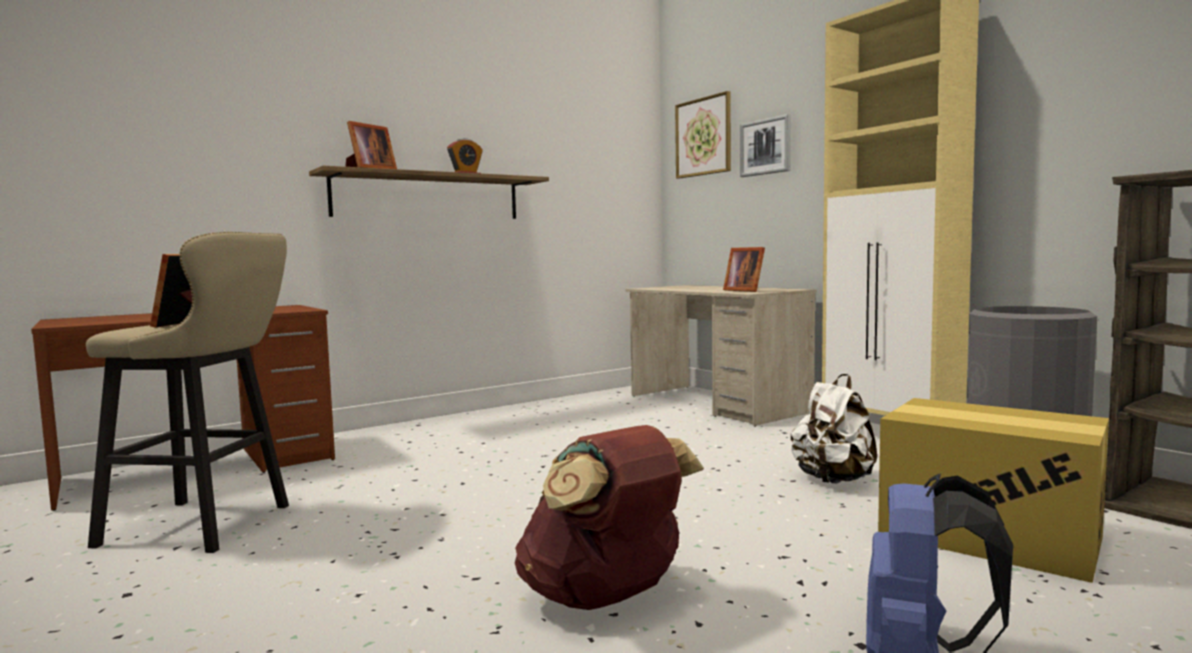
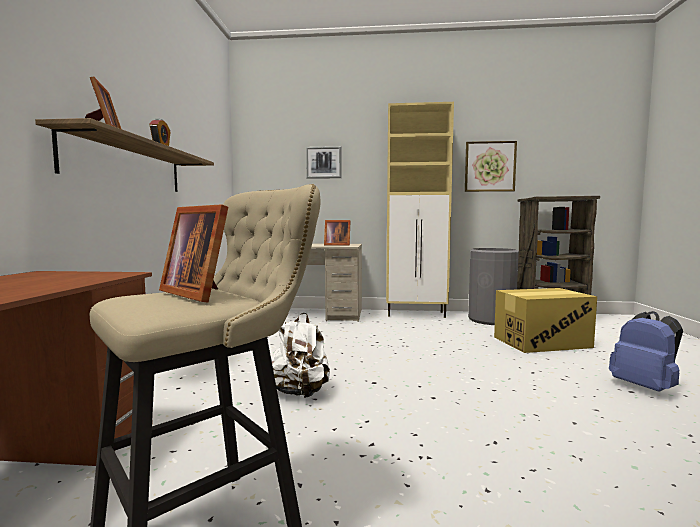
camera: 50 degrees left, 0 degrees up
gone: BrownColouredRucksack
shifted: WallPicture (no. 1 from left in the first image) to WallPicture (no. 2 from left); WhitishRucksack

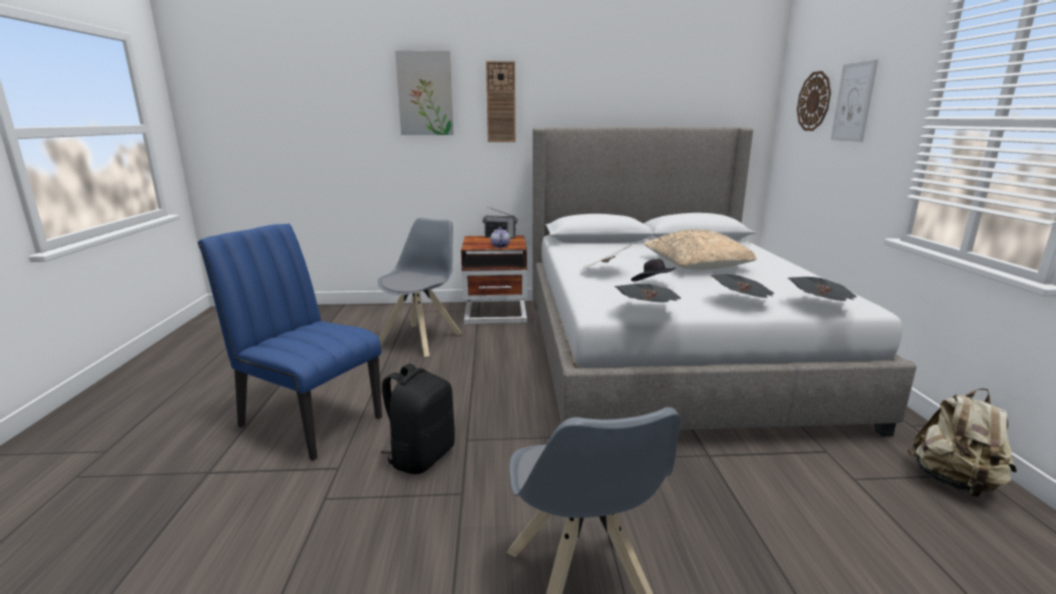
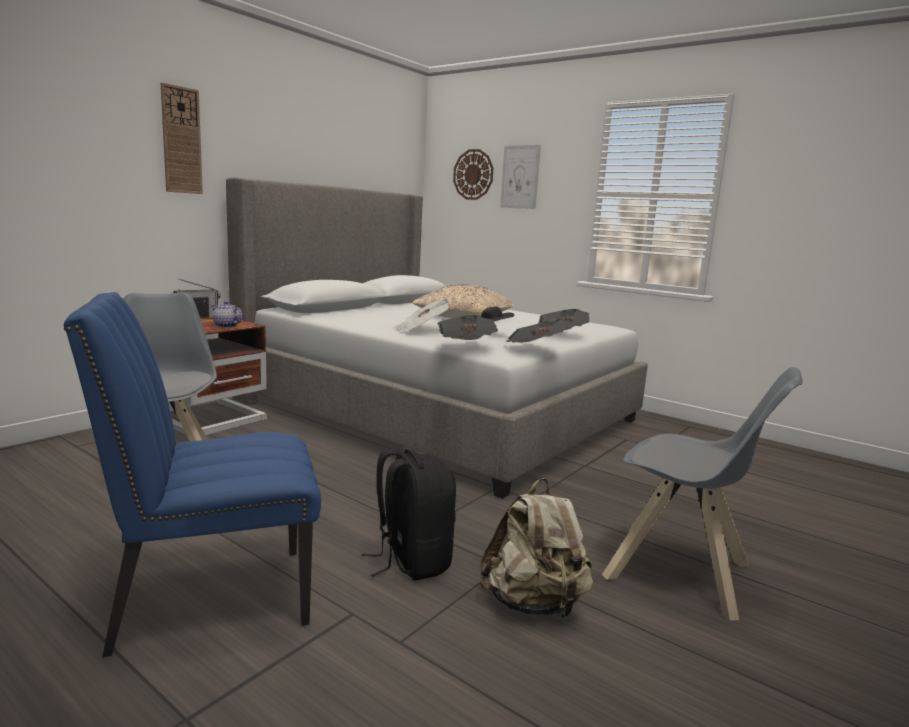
camera: 50 degrees left, 5 degrees down
gone: WallPicture (no. 1 from left)
shifted: Newspaper (no. 4 from left in the first image) to Newspaper (no. 2 from left); BeigeRucksack

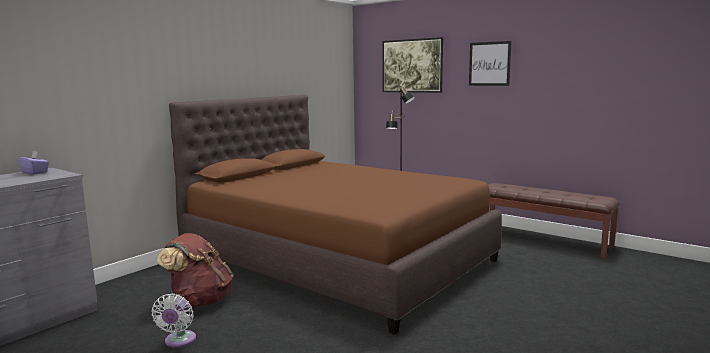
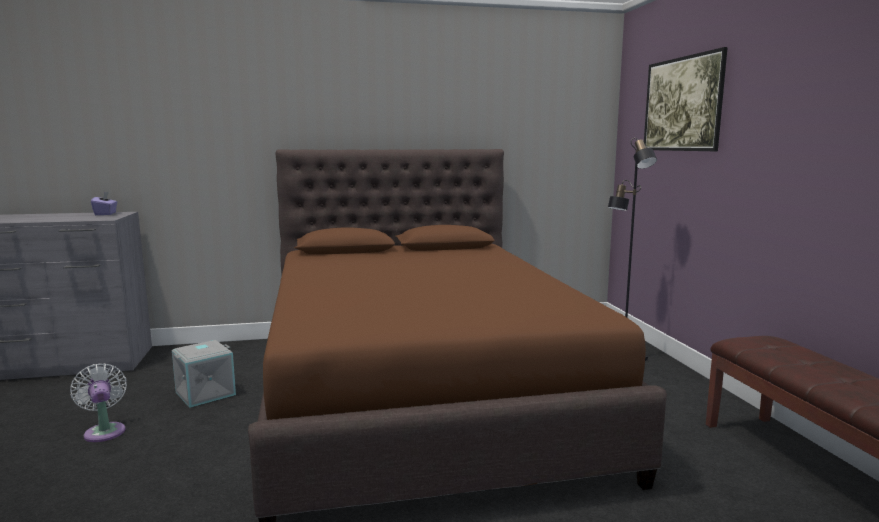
camera: 40 degrees right, 0 degrees up
gone: WallPicture (no. 2 from left)
swapped: BrownColouredRucksack to GreyishStorageBin
rotated: WhitishFan 105 degrees clockwise

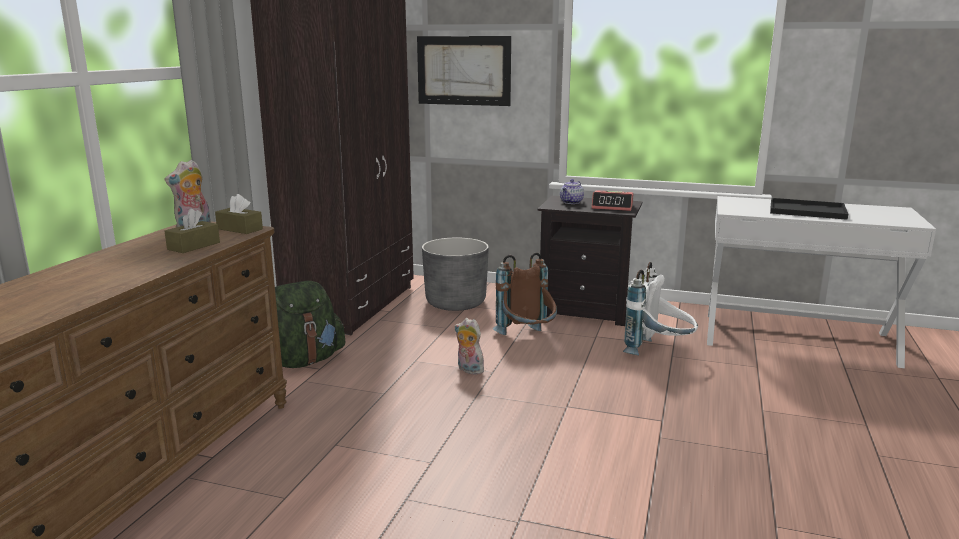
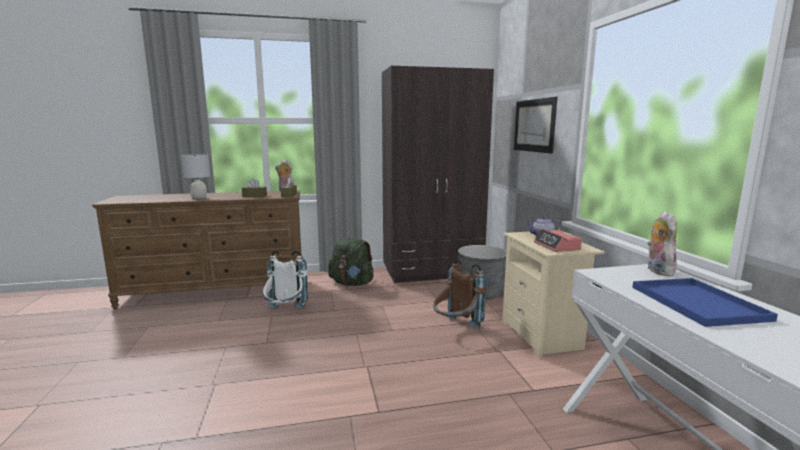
camera: 60 degrees right, 5 degrees down
new: GreyishTableLamp
shifted: CuddlyToy (no. 2 from left); WhitishRucksack
repainted: BlackishBedsideTable to BeigeBedsideTable; BlackishCarryingTray to BlueColouredCarryingTray

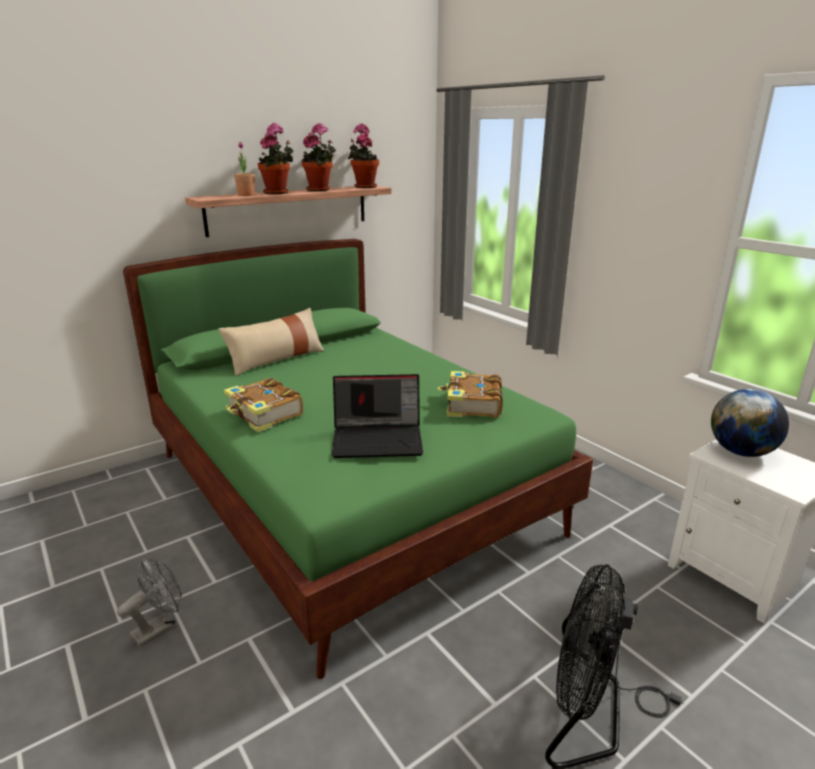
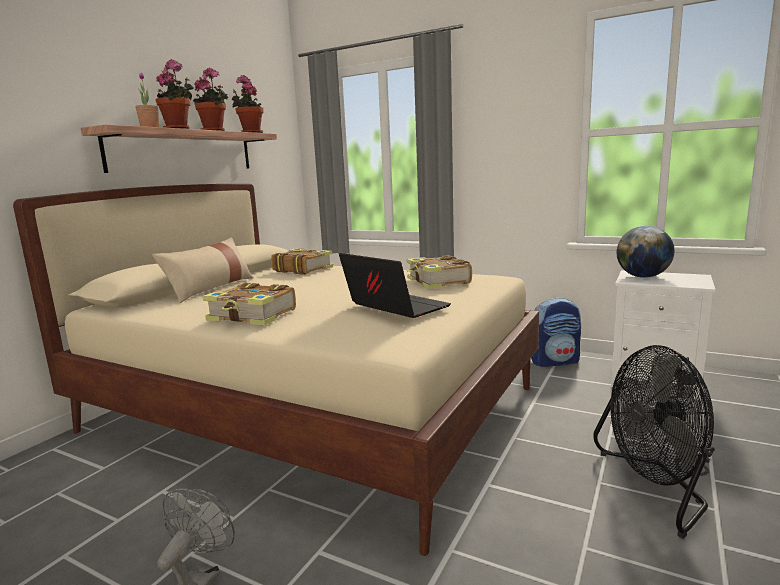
camera: 25 degrees left, 10 degrees down
new: Book (no. 2 from left); Rucksack
repainted: GreenBedroomBed to BeigeBedroomBed
rotated: NotebookComputer 105 degrees counterclockwise

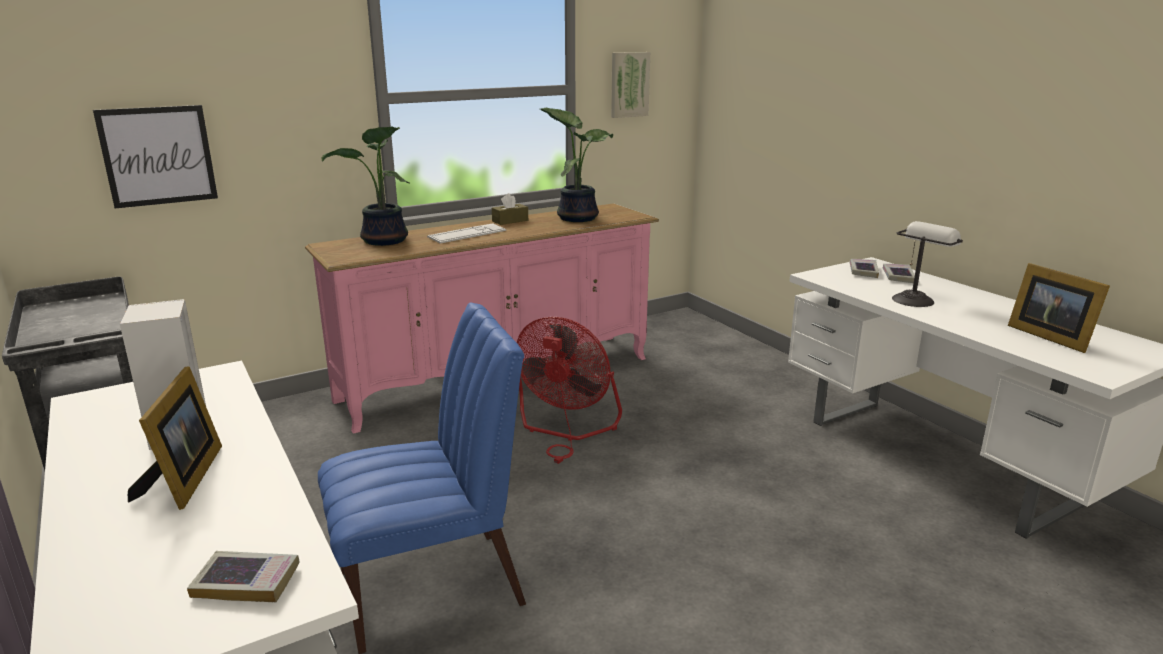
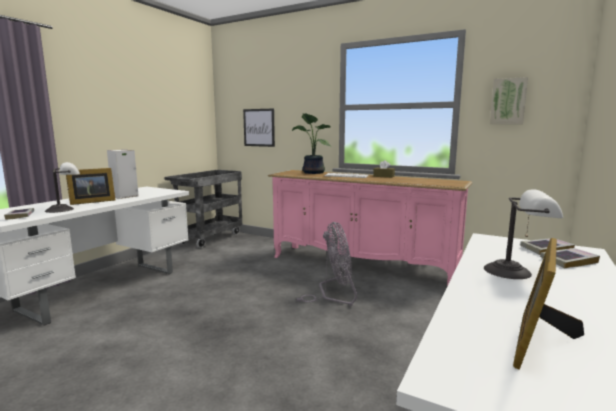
camera: 60 degrees right, 10 degrees down
gone: BlueColouredUprightChair; PlantInAPot (no. 2 from left)
new: TableLamp (no. 1 from left)
repainted: RedFan to GreyishFan

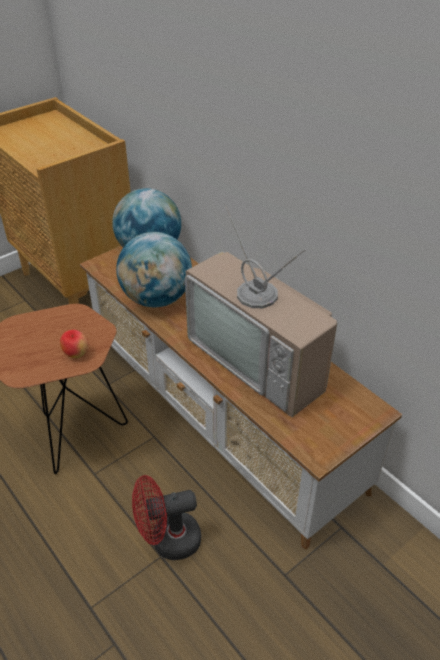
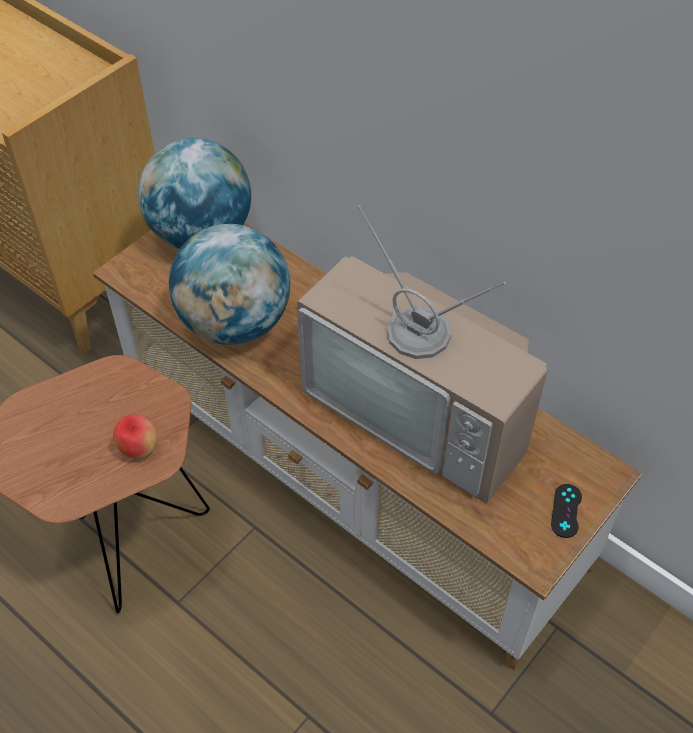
camera: 10 degrees left, 10 degrees up
gone: RedFan
new: BlackishGameController

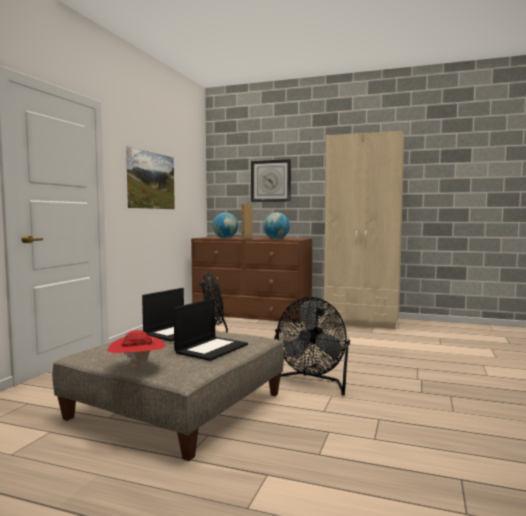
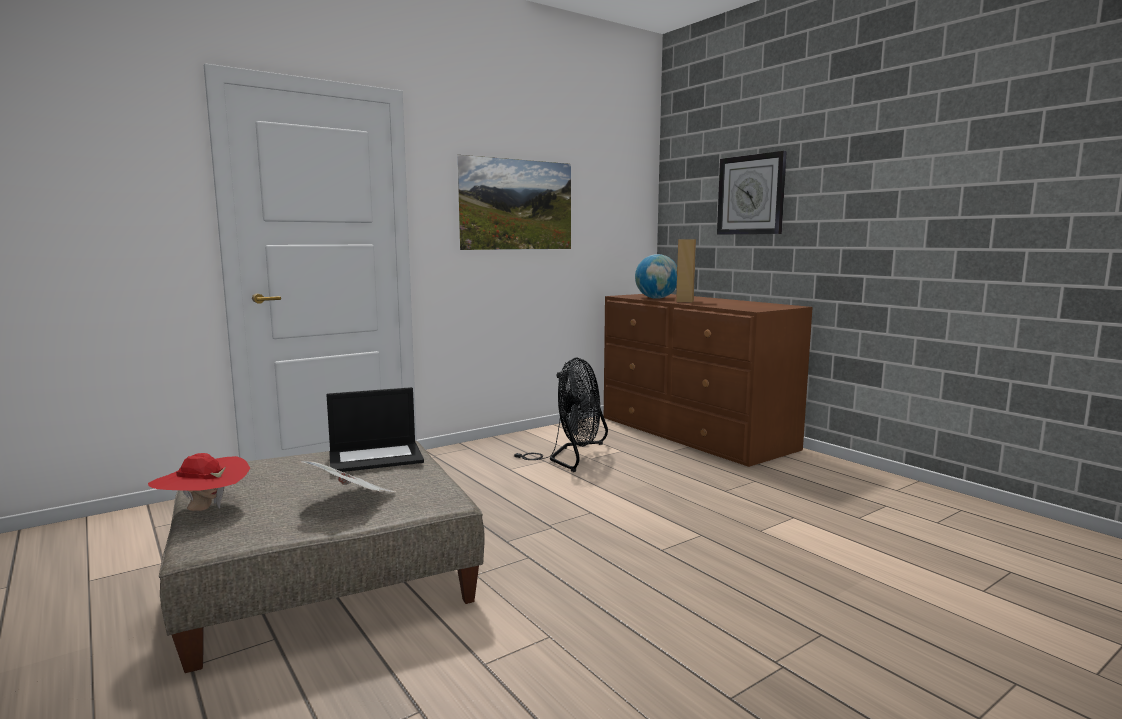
camera: 35 degrees right, 5 degrees up
gone: DeskGlobe (no. 2 from left); BlackishFan (no. 2 from left); BeigeWardrobe
swapped: NotebookComputer (no. 2 from left) to Newspaper

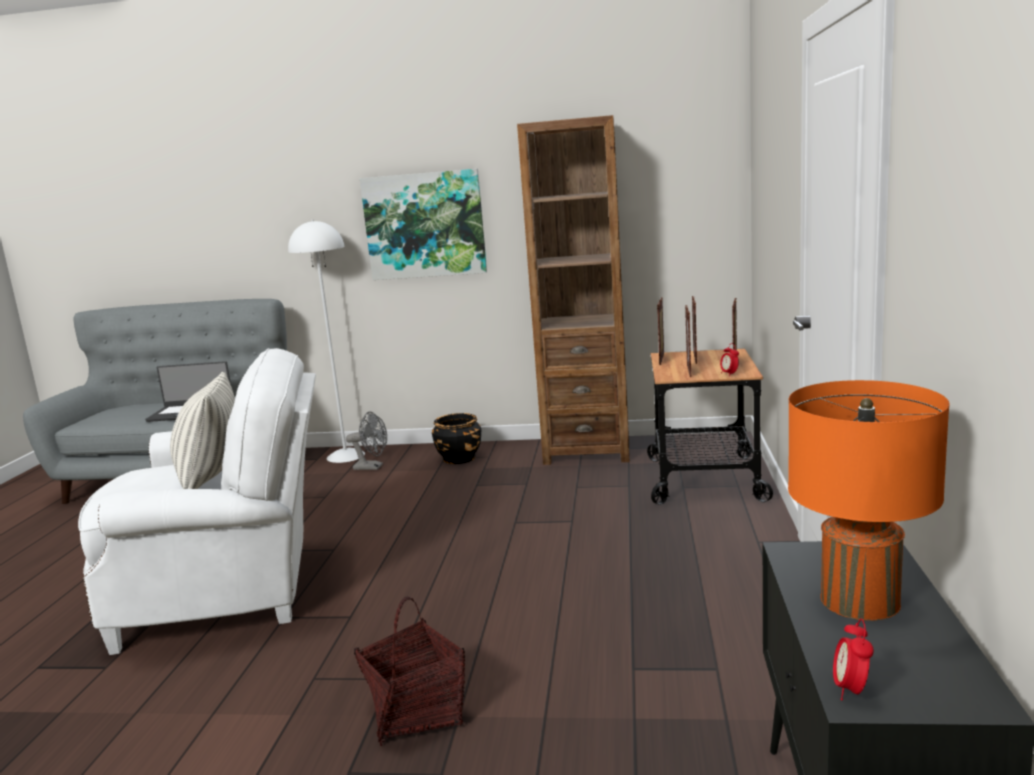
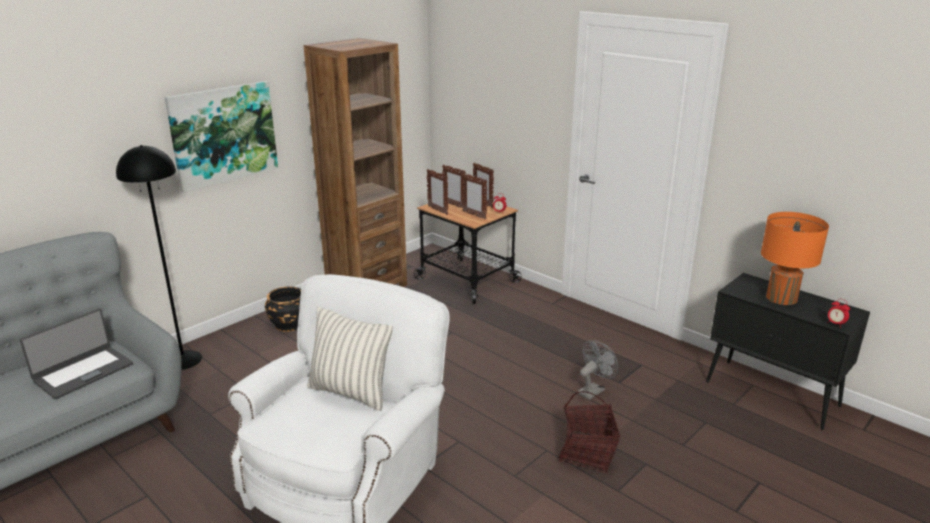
camera: 55 degrees left, 10 degrees up
shifted: GreyishFan
repainted: WhitishFloorLamp to BlackishFloorLamp

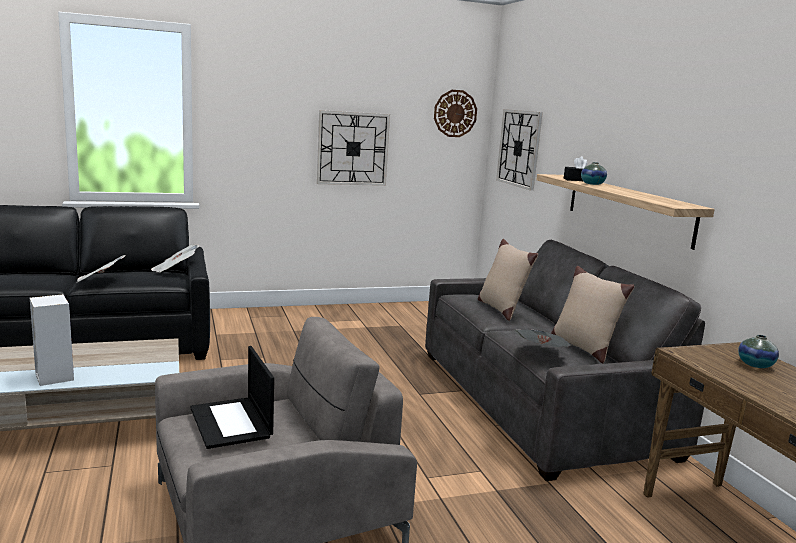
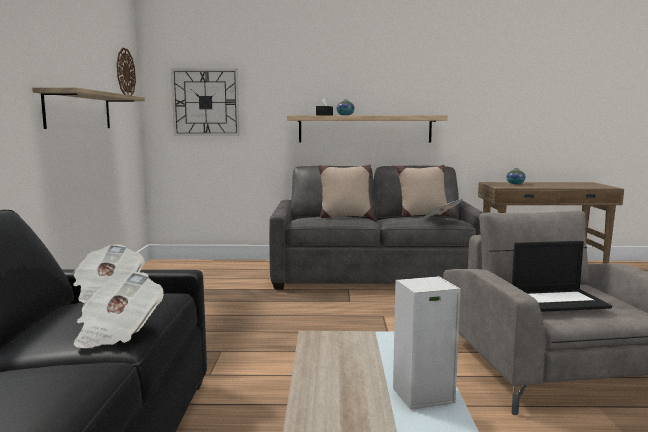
camera: 70 degrees left, 5 degrees down
swapped: ClockOnTheWall (no. 1 from left) to Shelf (no. 1 from left)

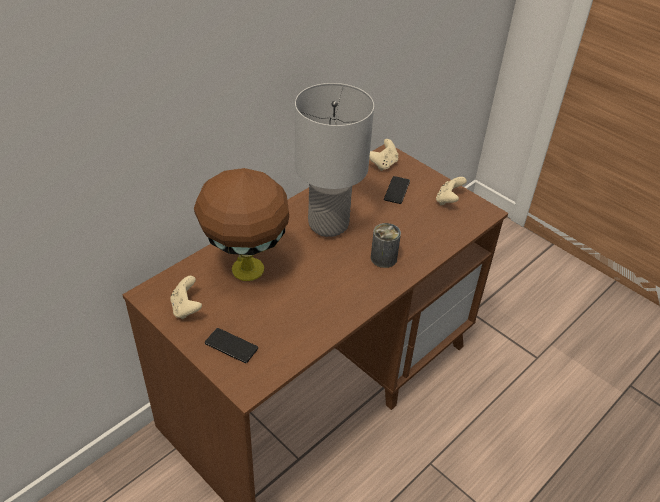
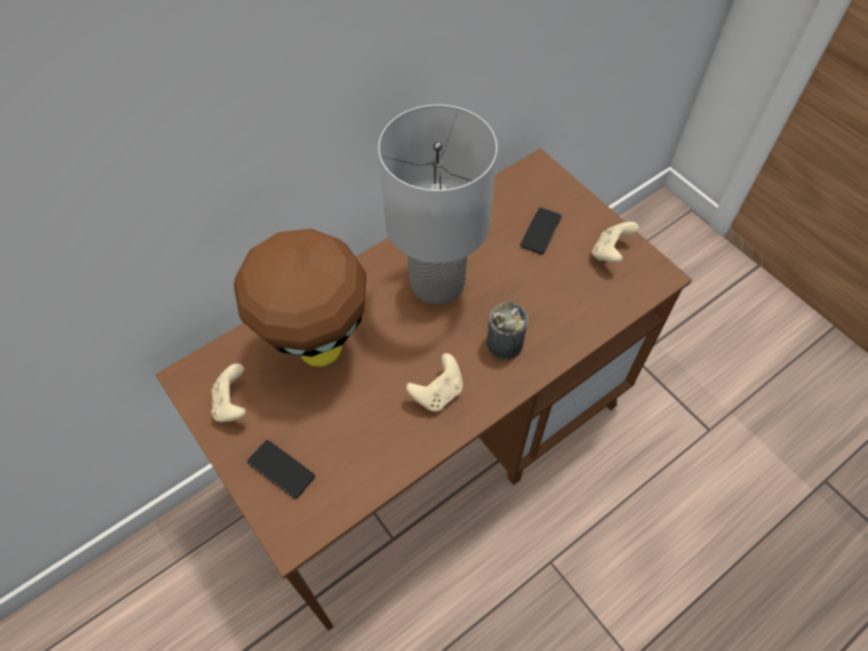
camera: 10 degrees right, 15 degrees up
shifted: BeigeGameController (no. 2 from left)

